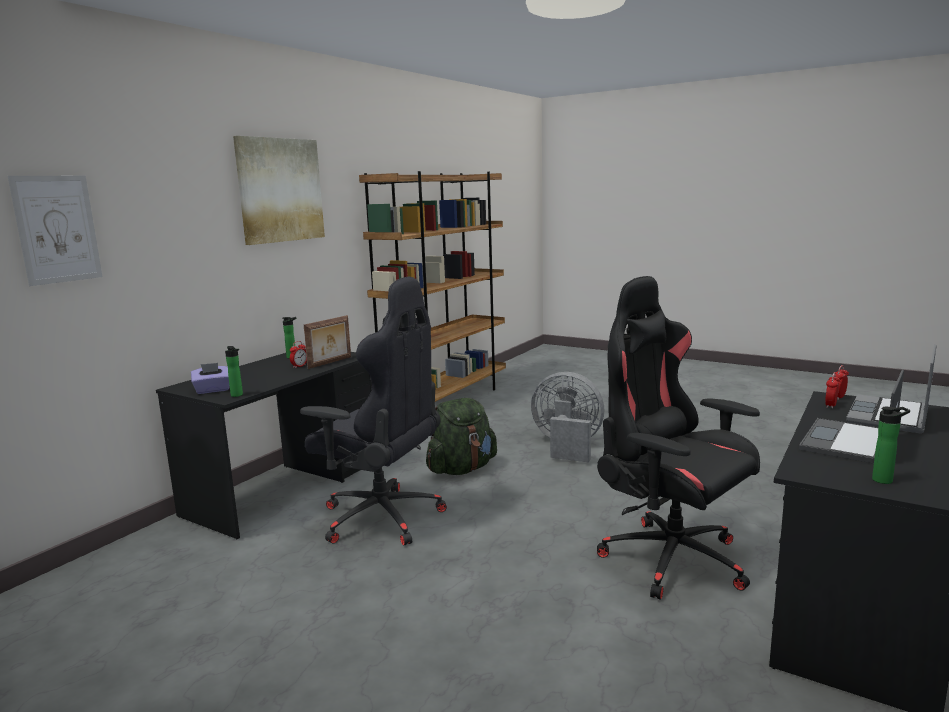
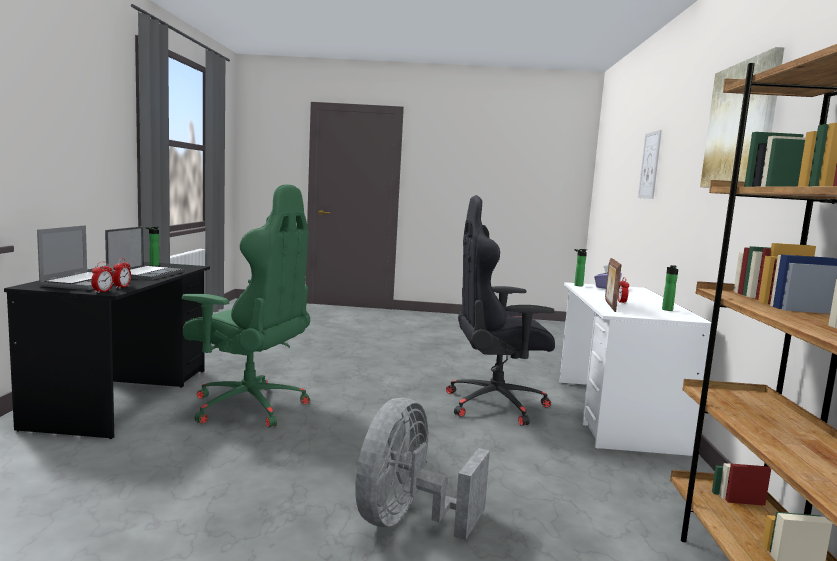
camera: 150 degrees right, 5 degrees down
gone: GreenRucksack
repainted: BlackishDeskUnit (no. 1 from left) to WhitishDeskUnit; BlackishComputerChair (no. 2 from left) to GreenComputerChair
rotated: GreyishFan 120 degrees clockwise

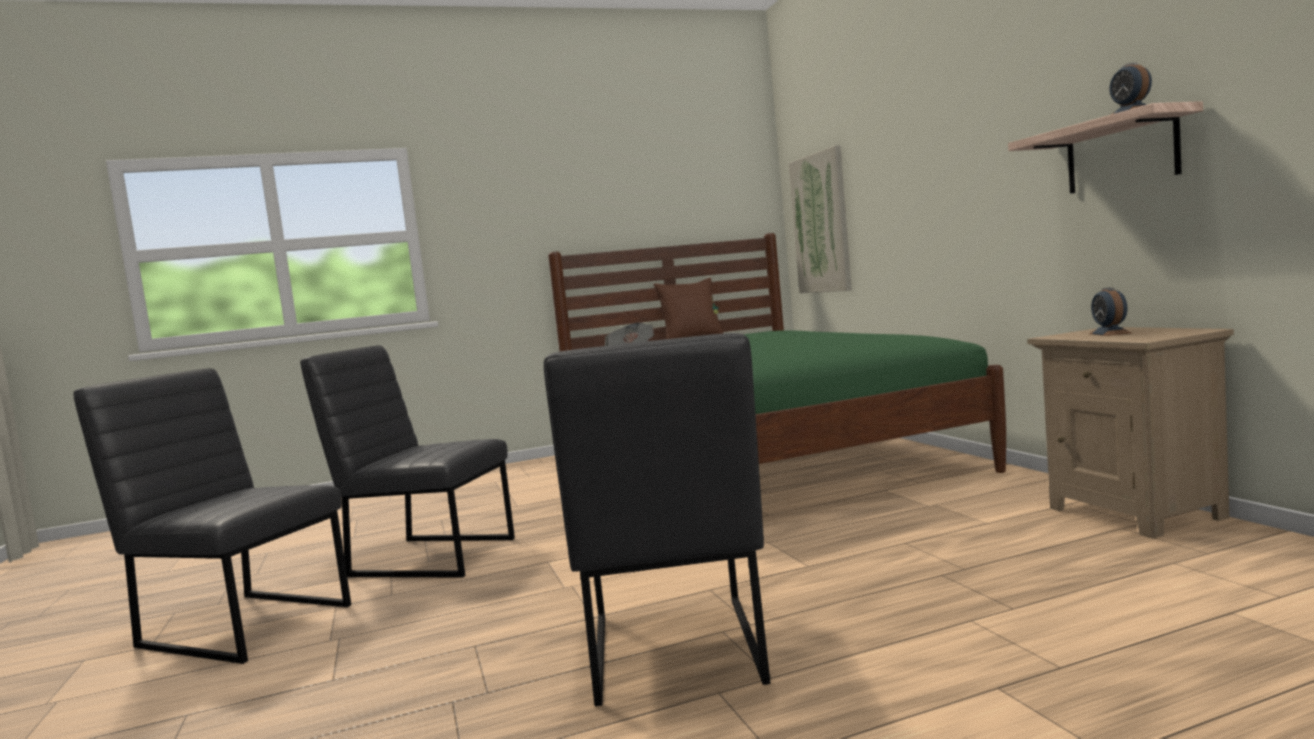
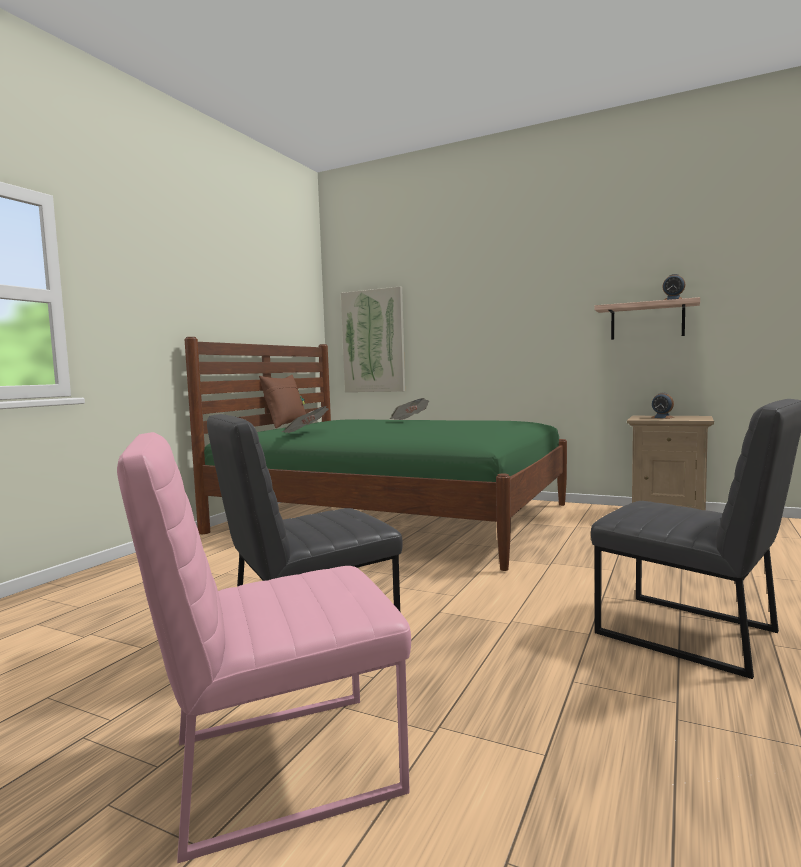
camera: 45 degrees left, 0 degrees up
new: Newspaper (no. 2 from left)
repainted: GreyishUprightChair (no. 1 from left) to PinkishUprightChair

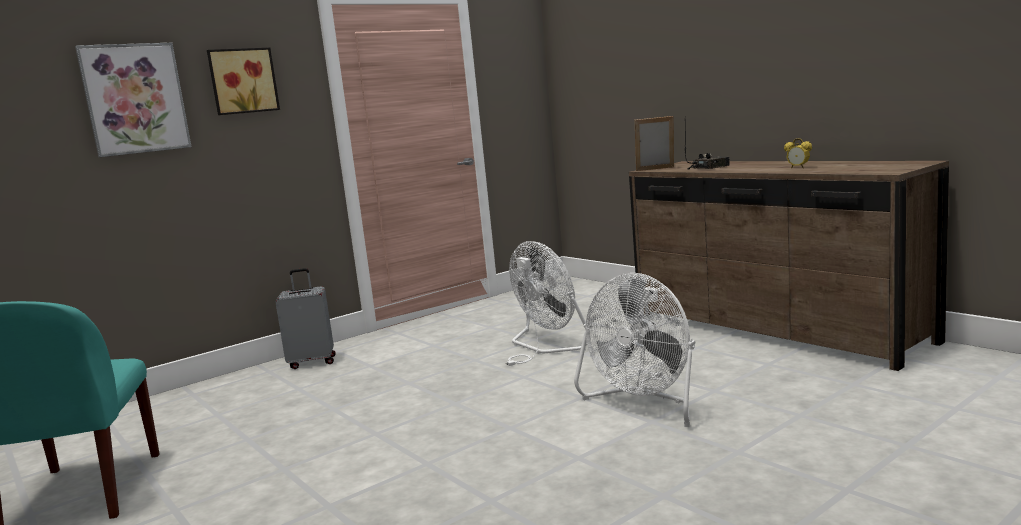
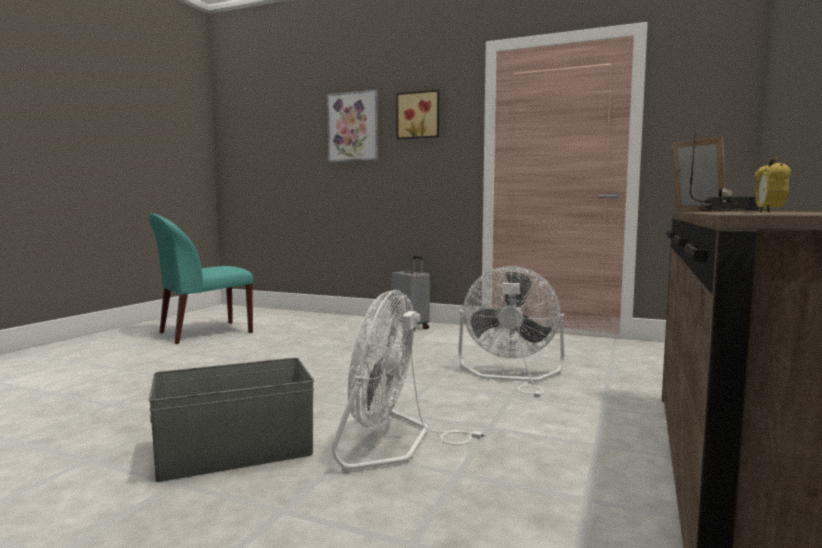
camera: 60 degrees right, 5 degrees down
new: GreyishStorageBin
rotated: WhitishFan (no. 1 from left in the first image) 105 degrees counterclockwise

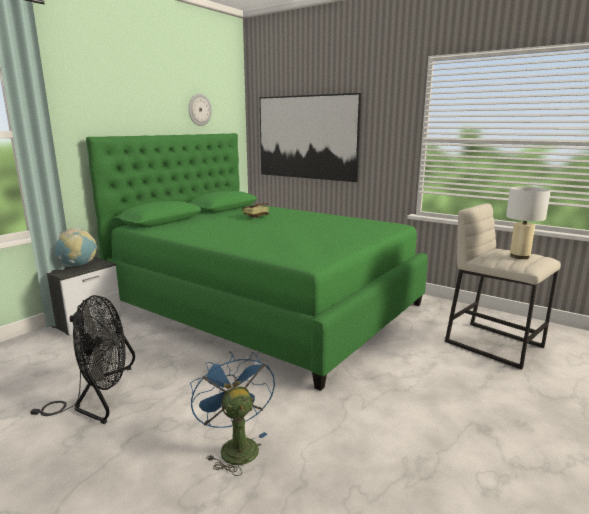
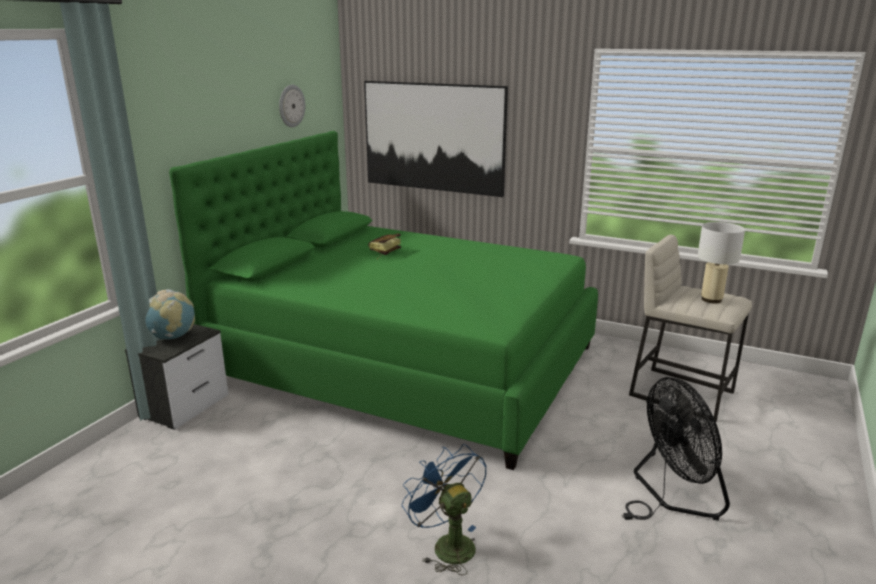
camera: 10 degrees left, 5 degrees up
shifted: BlackishFan

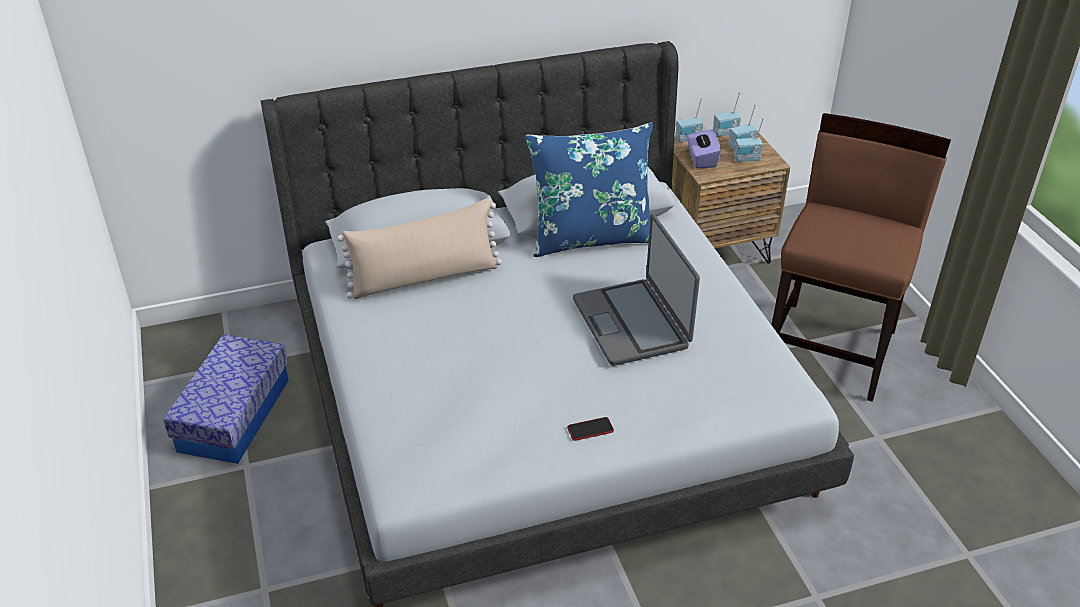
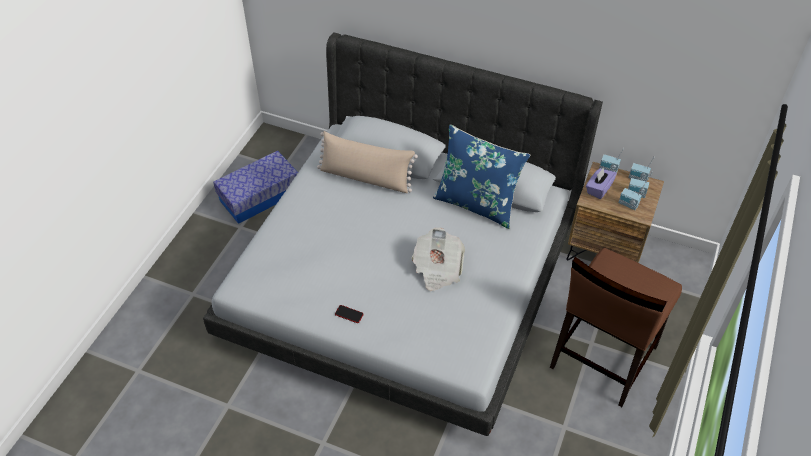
camera: 40 degrees right, 10 degrees up
swapped: NotebookComputer to Newspaper
rotated: BrownColouredUprightChair 150 degrees clockwise

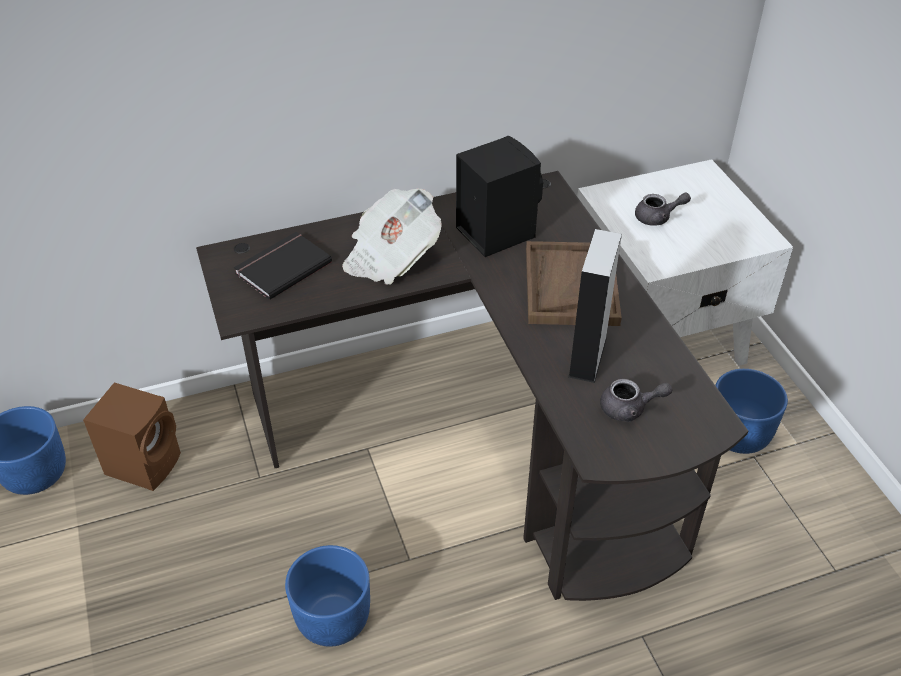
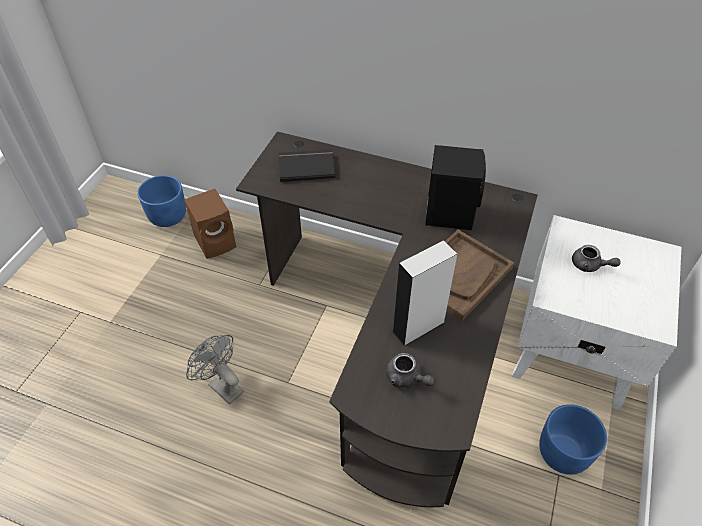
camera: 40 degrees right, 5 degrees up
gone: Newspaper
swapped: BlueColouredFlowerPot (no. 2 from left) to GreyishFan

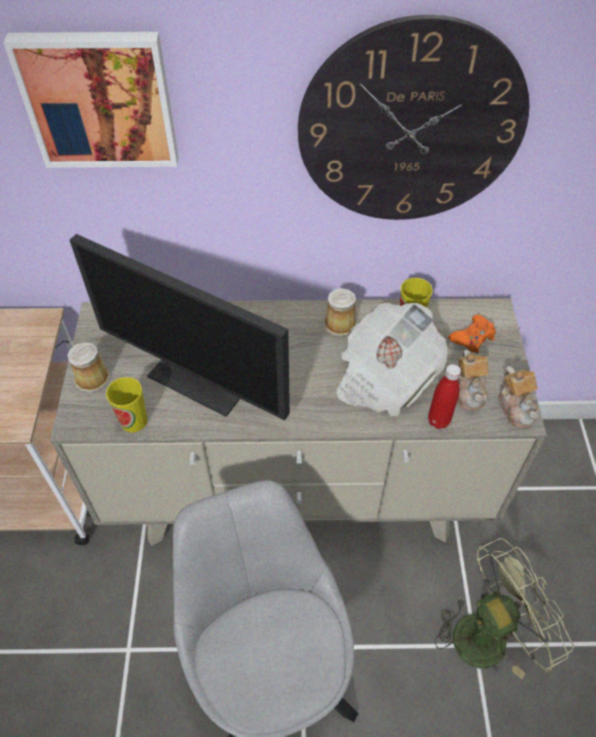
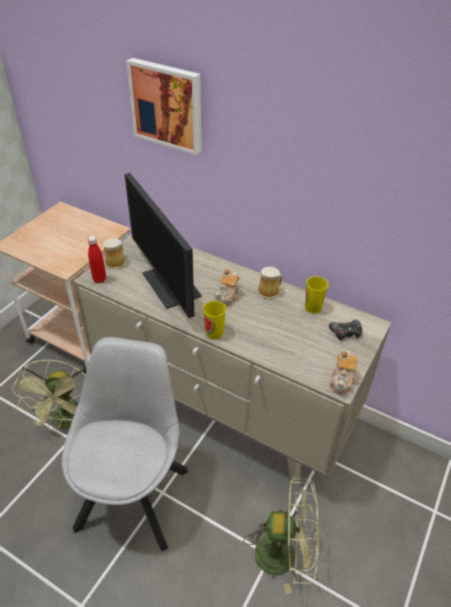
camera: 30 degrees right, 10 degrees down
gone: ClockOnTheWall; Newspaper
new: GreenFan (no. 1 from left)
shifted: Cup (no. 1 from left); RedBeverageBottle; PotForTea (no. 1 from left)
repainted: OrangeyGameController to BlackishGameController

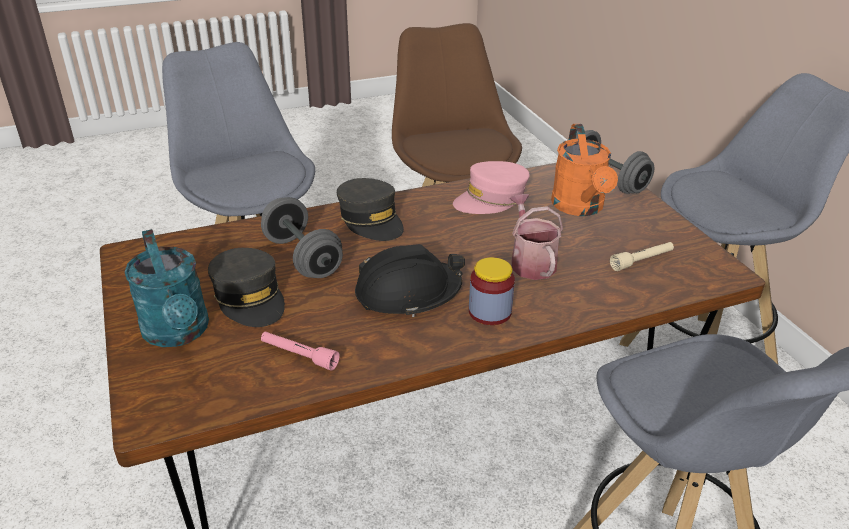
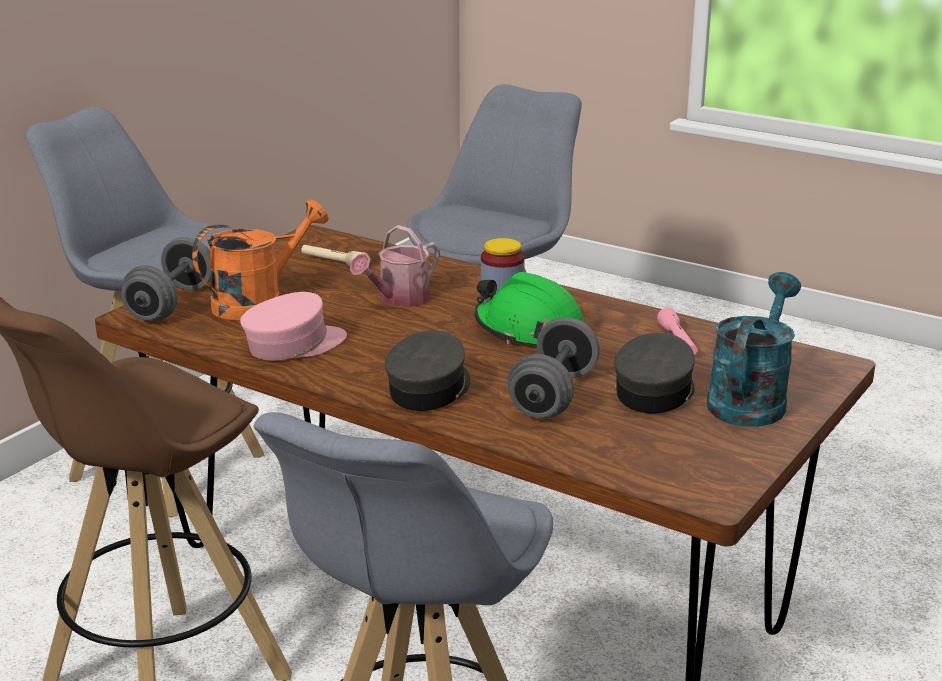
camera: 125 degrees left, 10 degrees down
repainted: BlackishHardHat to GreenHardHat
rotated: PinkishPeakedCap 60 degrees counterclockwise

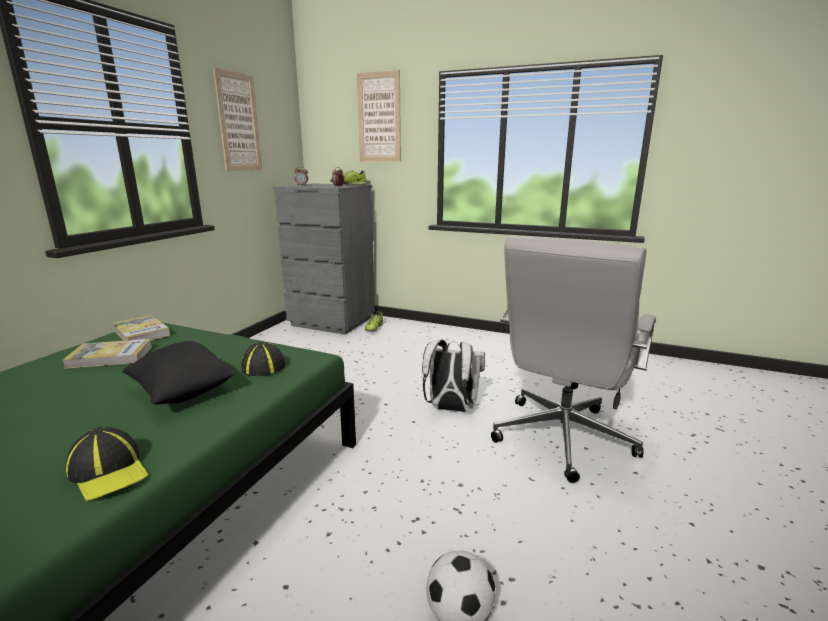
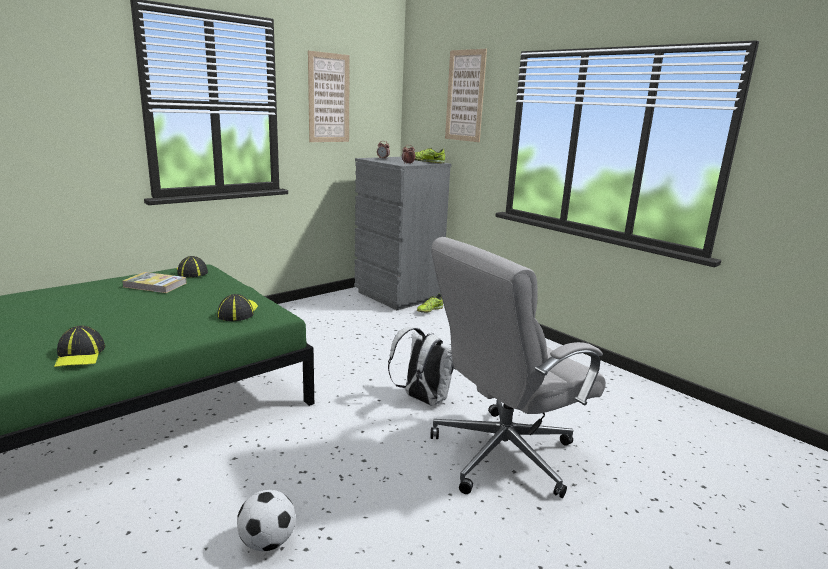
camera: 25 degrees right, 0 degrees up
gone: BlackishThrowPillow
swapped: Book (no. 2 from left) to PeakedCap (no. 2 from left)

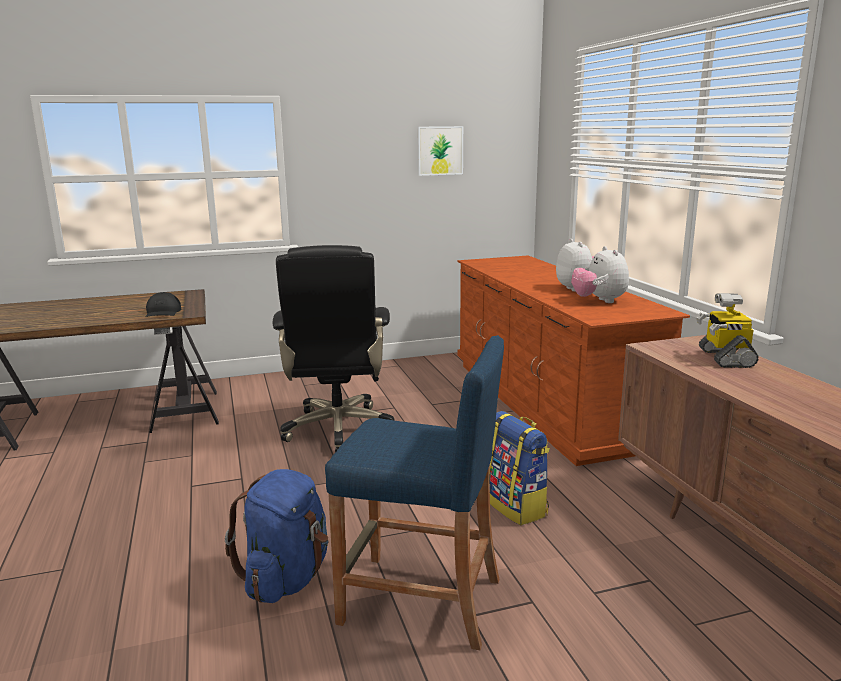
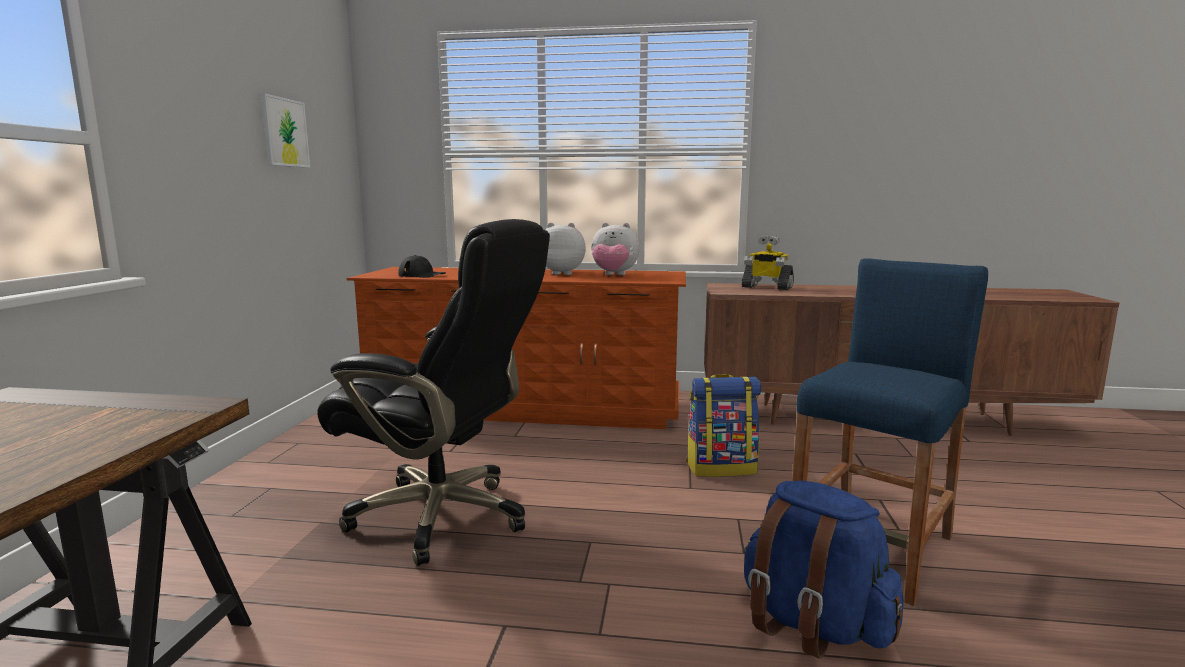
camera: 65 degrees left, 5 degrees down
shifted: BlackishPeakedCap

